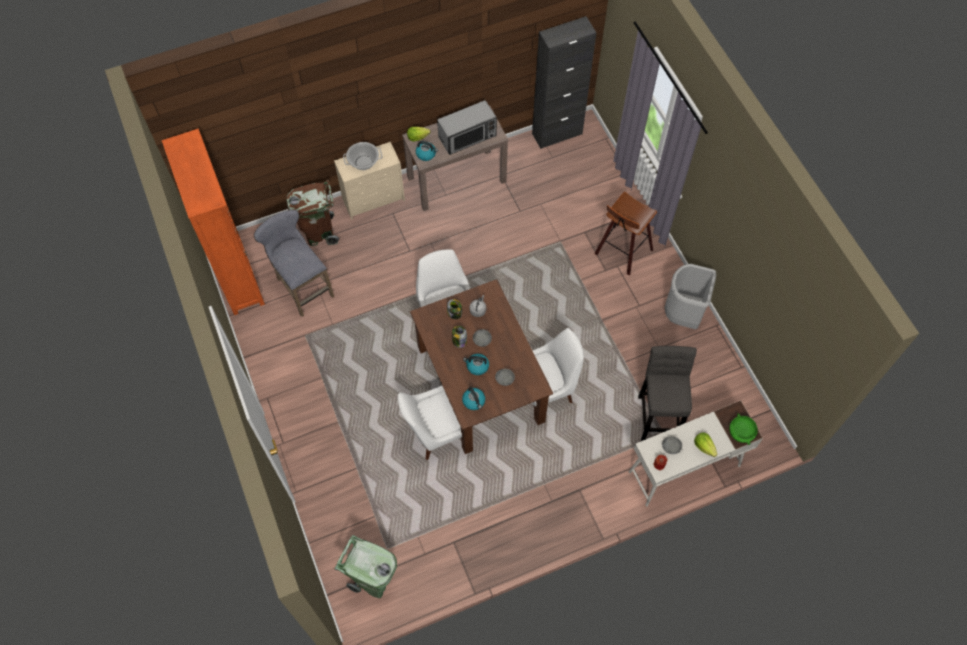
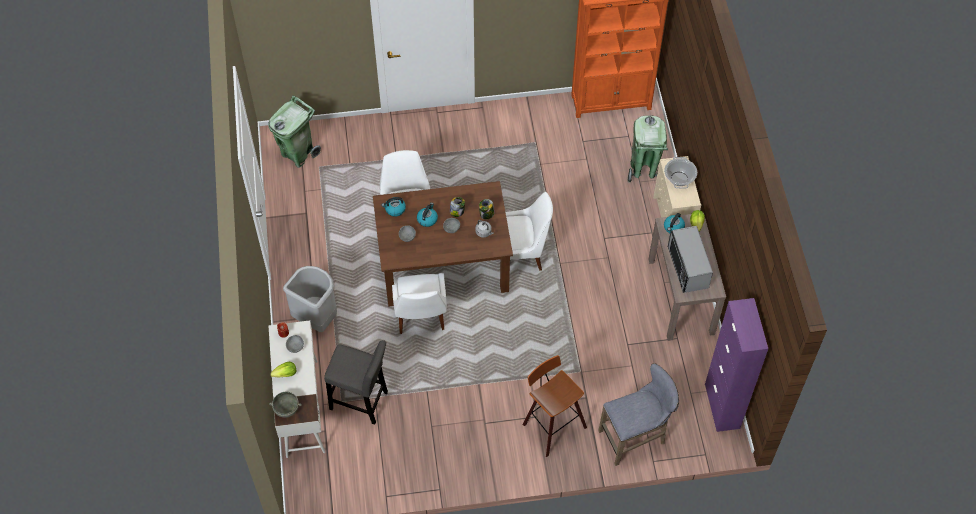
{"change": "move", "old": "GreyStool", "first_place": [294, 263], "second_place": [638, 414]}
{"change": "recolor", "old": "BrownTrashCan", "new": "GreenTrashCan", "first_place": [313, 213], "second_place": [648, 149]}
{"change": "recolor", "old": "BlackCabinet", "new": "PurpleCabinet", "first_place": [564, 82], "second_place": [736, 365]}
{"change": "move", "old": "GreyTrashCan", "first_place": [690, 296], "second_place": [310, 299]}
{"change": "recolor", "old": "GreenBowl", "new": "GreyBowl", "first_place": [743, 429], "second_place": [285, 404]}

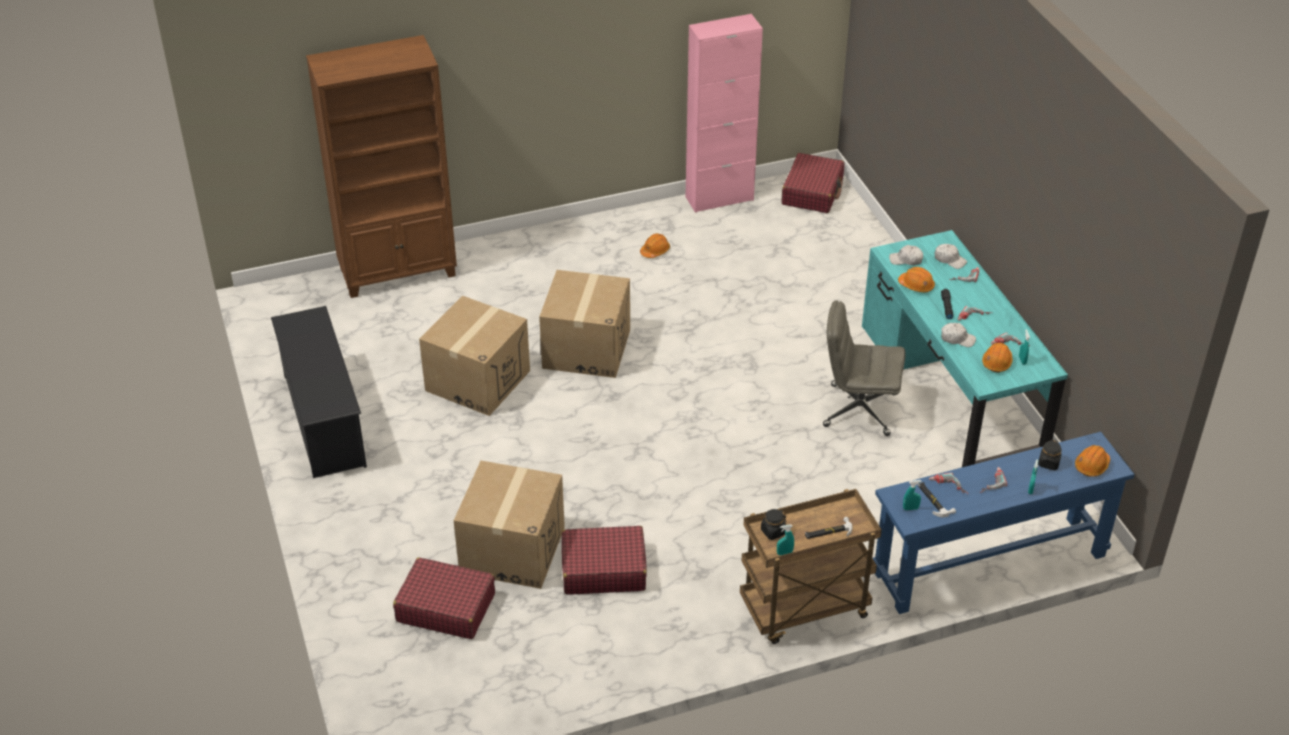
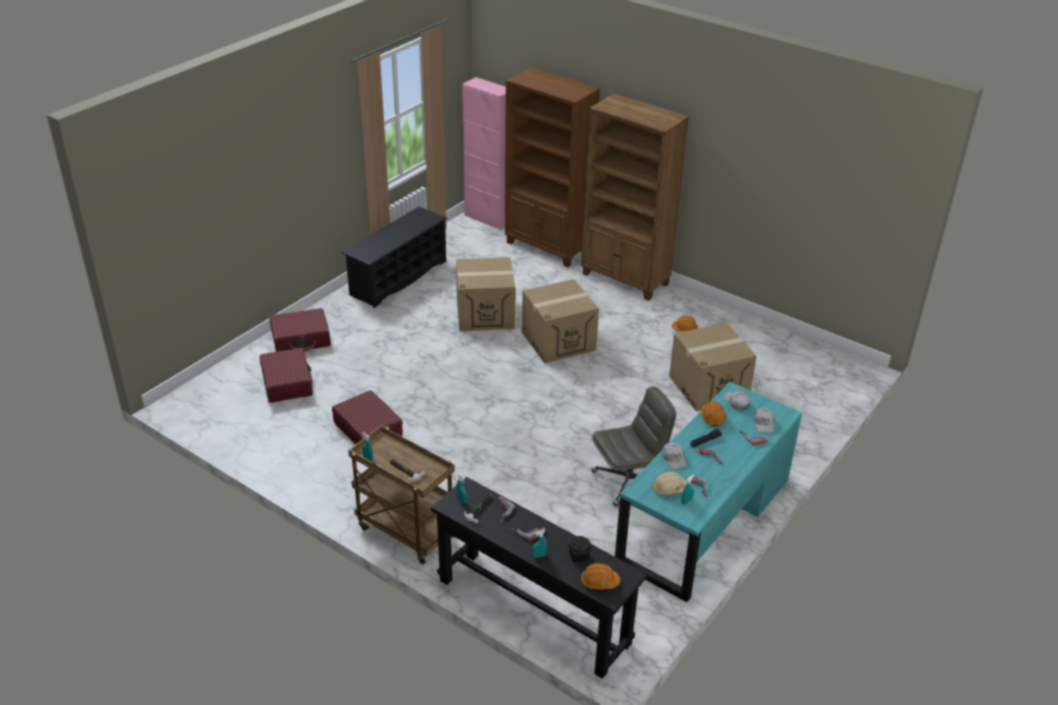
{"change": "move", "old": "CardboardBox", "first_place": [509, 525], "second_place": [713, 367]}
{"change": "move", "old": "PinkCabinet", "first_place": [724, 113], "second_place": [484, 153]}
{"change": "delete", "old": "BlackJar", "first_place": [773, 524]}
{"change": "move", "old": "RedSuitcase", "first_place": [813, 183], "second_place": [300, 330]}
{"change": "rotate", "old": "GreyOfficeChair", "first_place": [864, 368], "second_place": [633, 446], "degrees": 90}
{"change": "recolor", "old": "BlueConsoleTable", "new": "BlackConsoleTable", "first_place": [1004, 523], "second_place": [539, 578]}
{"change": "recolor", "old": "OrangeHardHat", "new": "BeigeHardHat", "first_place": [997, 357], "second_place": [670, 483]}
{"change": "insert", "new": "BrownBookcase", "second_place": [635, 197]}

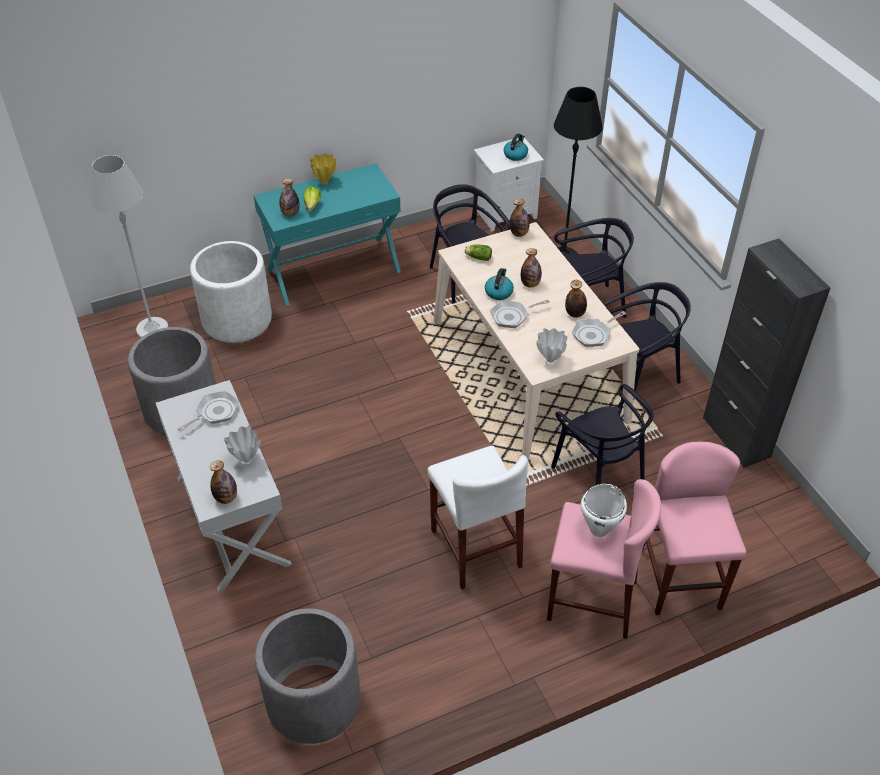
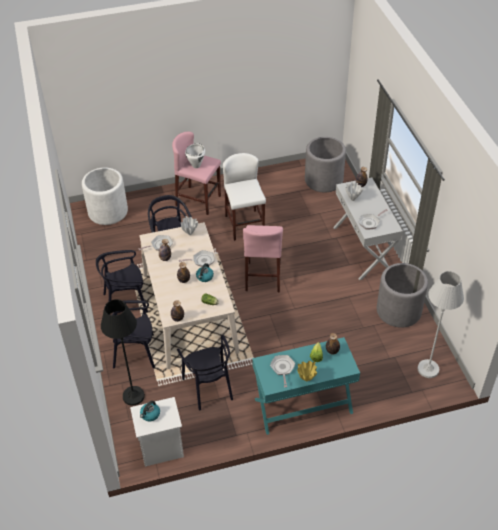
{"change": "move", "old": "WhitePlanter", "first_place": [231, 292], "second_place": [105, 196]}
{"change": "move", "old": "PinkStool", "first_place": [694, 528], "second_place": [263, 258]}
{"change": "delete", "old": "BlackCabinet", "first_place": [766, 353]}
{"change": "insert", "new": "FryingPan", "second_place": [282, 371]}

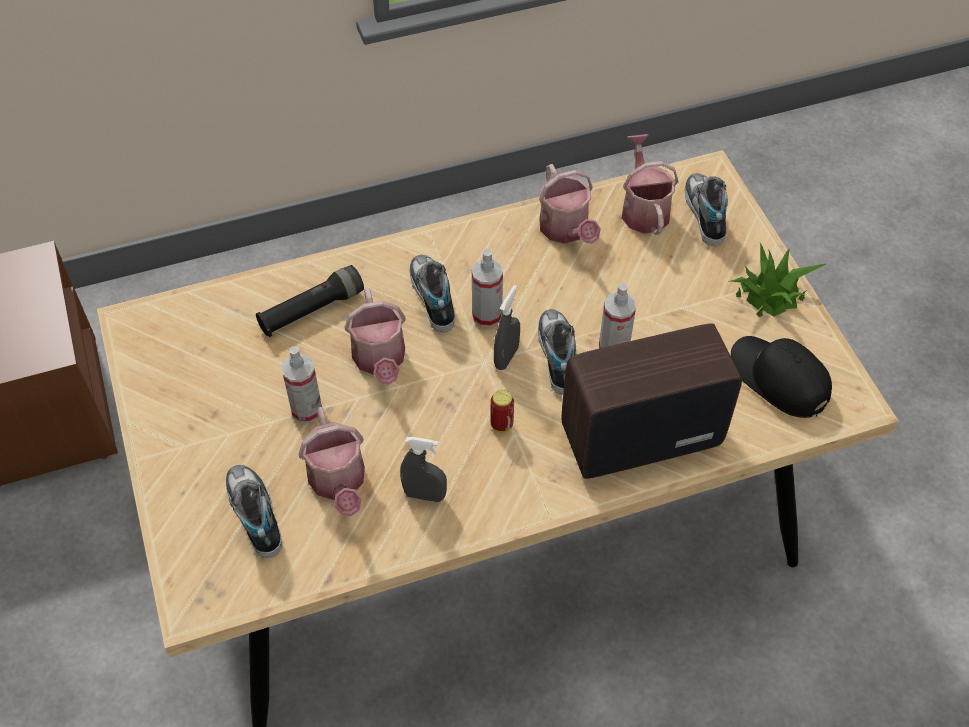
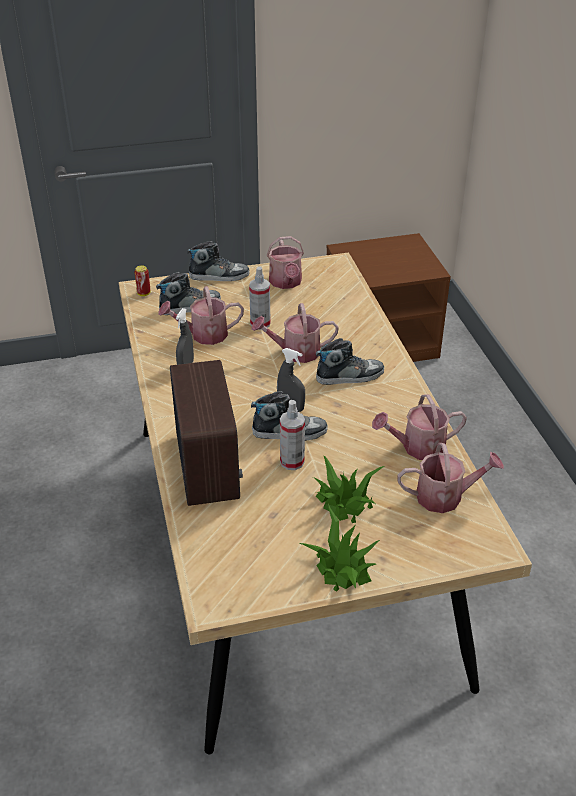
{"change": "delete", "old": "BlackFlashlight", "first_place": [310, 301]}
{"change": "delete", "old": "SprayBottle", "first_place": [487, 288]}
{"change": "move", "old": "Can", "first_place": [502, 411], "second_place": [142, 280]}
{"change": "move", "old": "Shoe", "first_place": [706, 210], "second_place": [218, 261]}
{"change": "delete", "old": "BlackCap", "first_place": [781, 377]}
{"change": "insert", "new": "WateringCan", "second_place": [285, 262]}
{"change": "insert", "new": "PottedPlant", "second_place": [348, 489]}

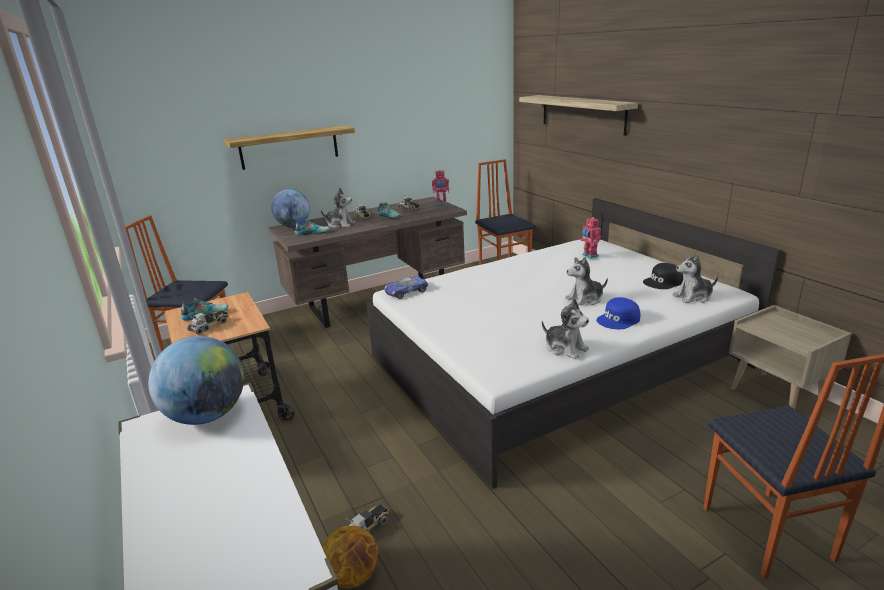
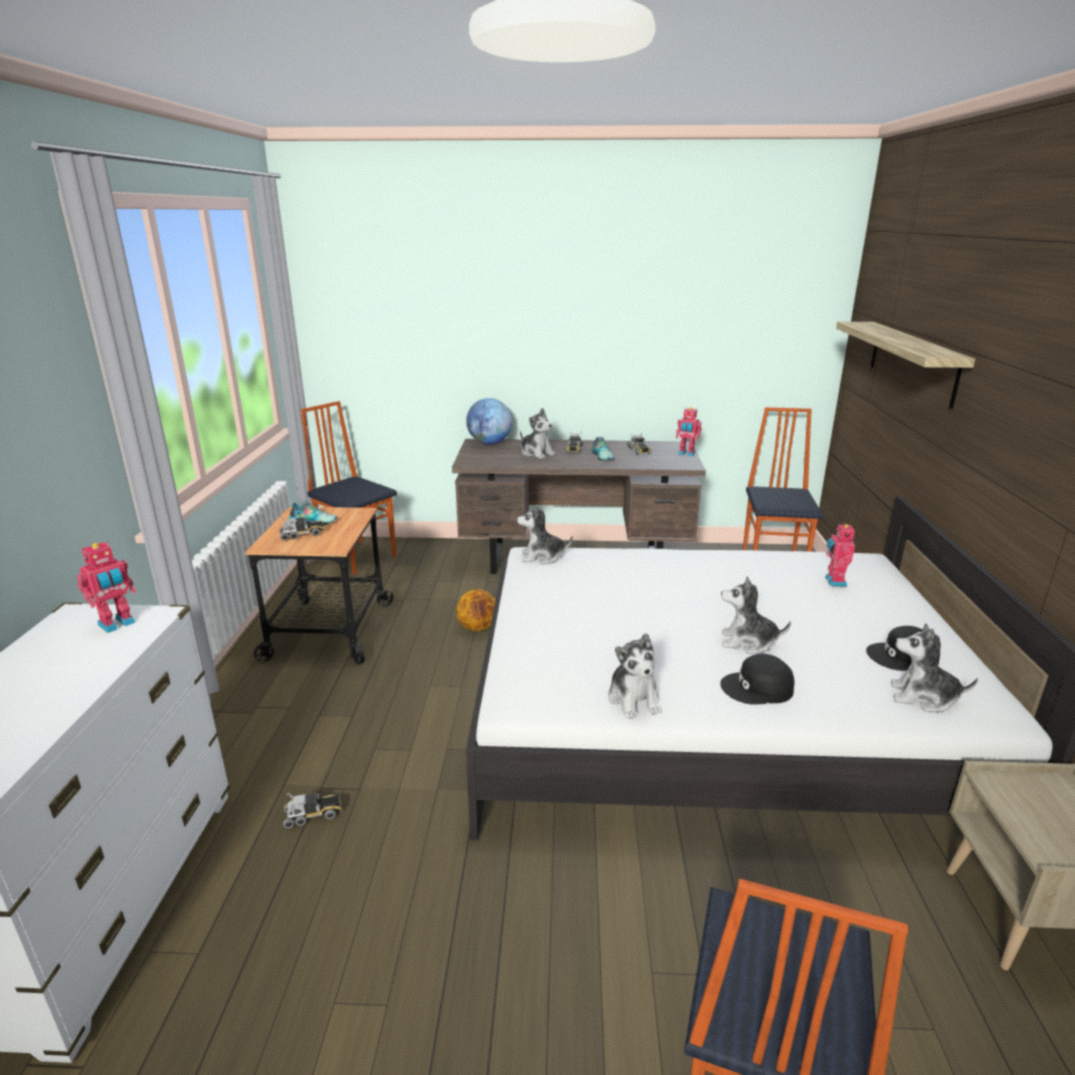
{"change": "replace", "old": "Globe", "new": "ToyRobot", "first_place": [196, 380], "second_place": [106, 587]}
{"change": "delete", "old": "Shelf", "first_place": [289, 147]}
{"change": "delete", "old": "Shoe", "first_place": [312, 227]}
{"change": "move", "old": "Basketball", "first_place": [350, 557], "second_place": [476, 610]}
{"change": "replace", "old": "ToyCar", "new": "PlushToy", "first_place": [406, 287], "second_place": [545, 534]}
{"change": "recolor", "old": "BlueCap", "new": "BlackCap", "first_place": [618, 313], "second_place": [757, 679]}

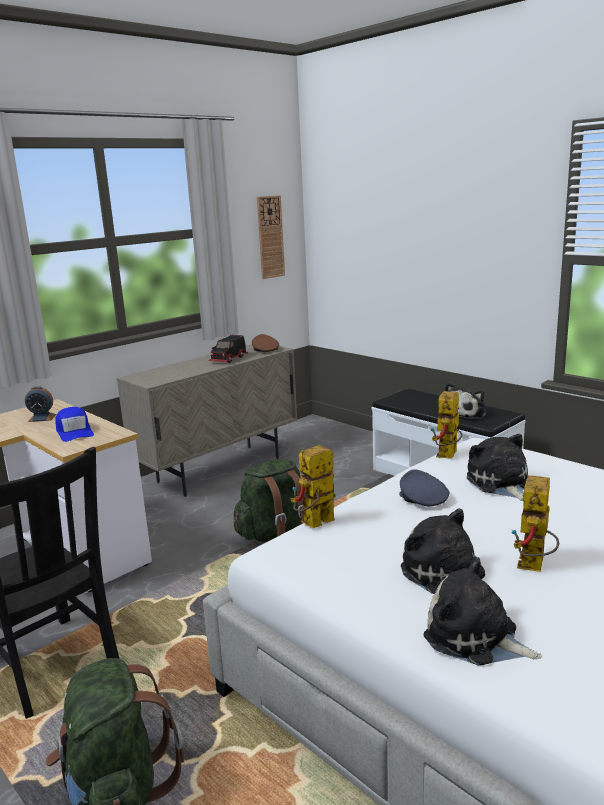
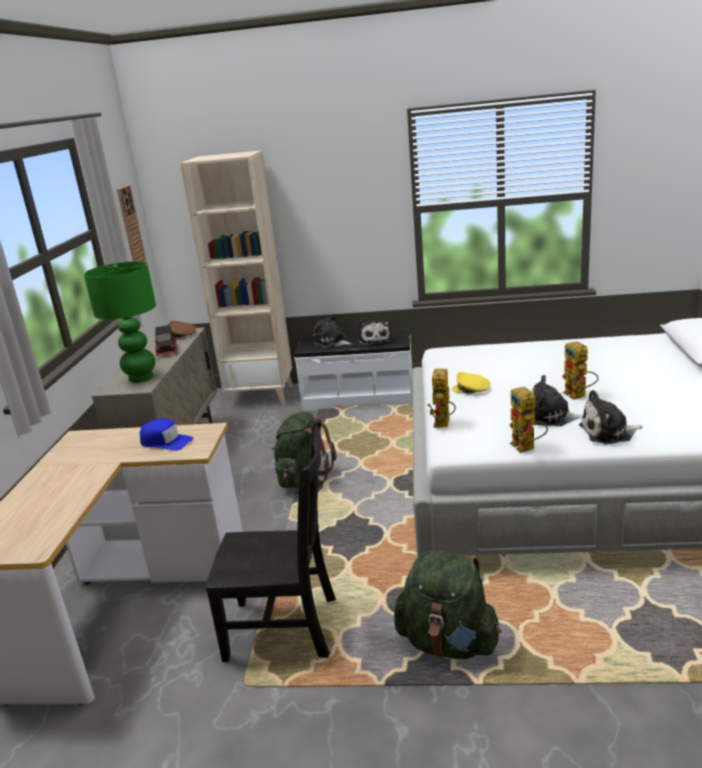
{"change": "delete", "old": "AlarmClock", "first_place": [40, 404]}
{"change": "recolor", "old": "GreyCap", "new": "YellowCap", "first_place": [424, 487], "second_place": [471, 383]}
{"change": "move", "old": "ToyRobot", "first_place": [446, 425], "second_place": [528, 420]}
{"change": "move", "old": "PlushToy", "first_place": [497, 467], "second_place": [332, 330]}
{"change": "insert", "new": "GreenTableLamp", "second_place": [120, 322]}
{"change": "insert", "new": "BeigeBookcase", "second_place": [236, 279]}

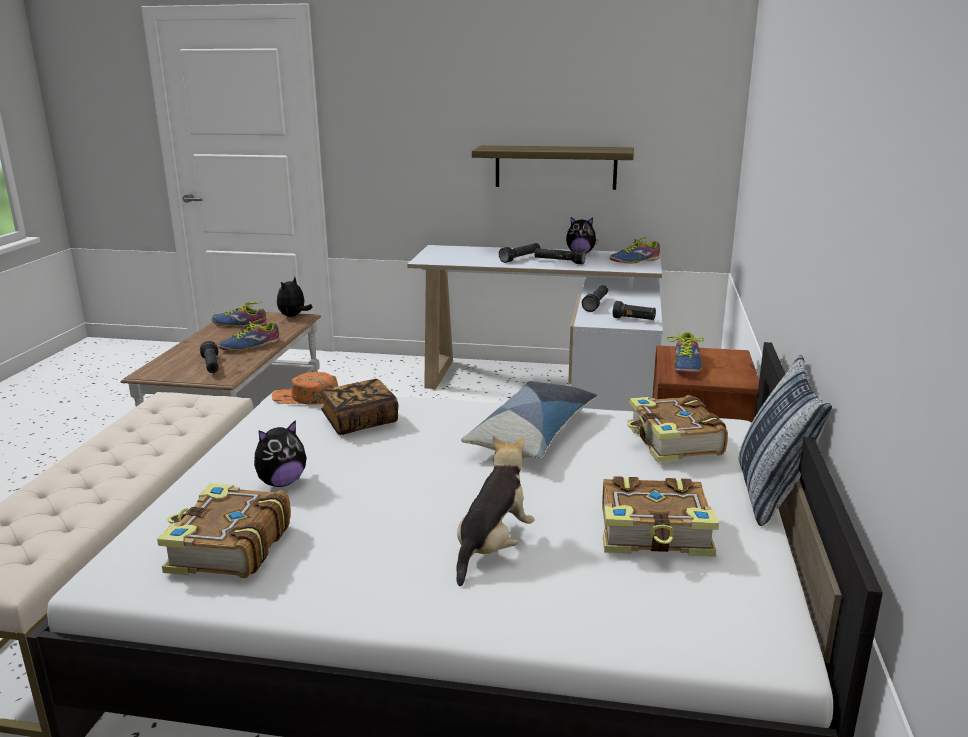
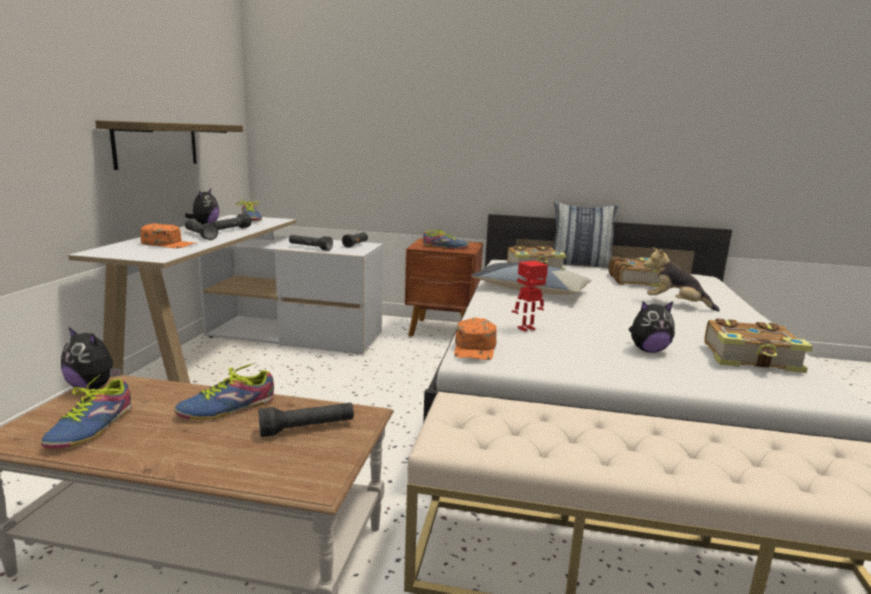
{"change": "rotate", "old": "Shoe", "first_place": [248, 334], "second_place": [224, 391], "degrees": 90}
{"change": "rotate", "old": "PlushToy", "first_place": [280, 453], "second_place": [652, 327], "degrees": 120}
{"change": "replace", "old": "Book", "new": "ToyRobot", "first_place": [359, 407], "second_place": [530, 296]}
{"change": "insert", "new": "OrangeCap", "second_place": [168, 235]}

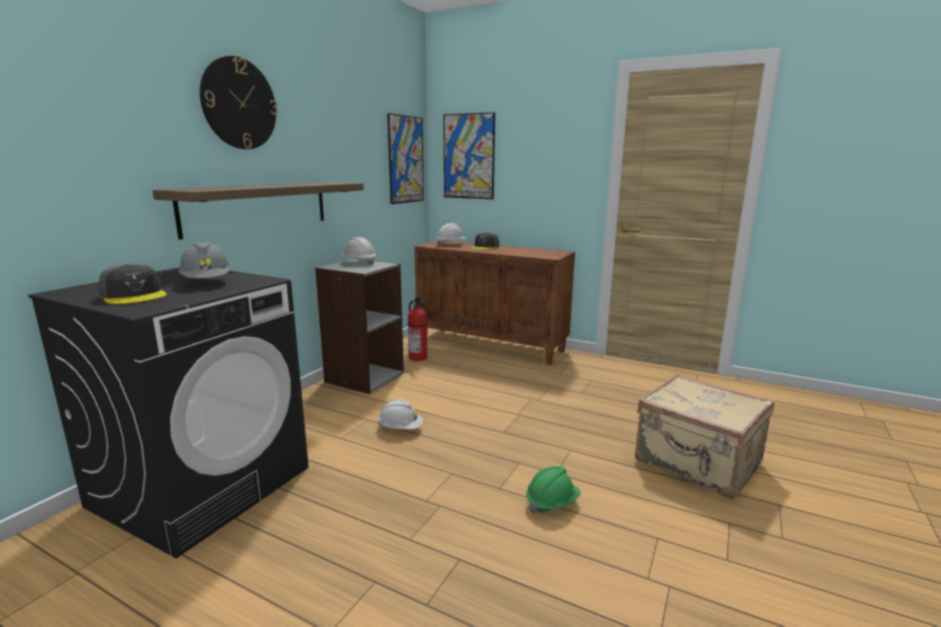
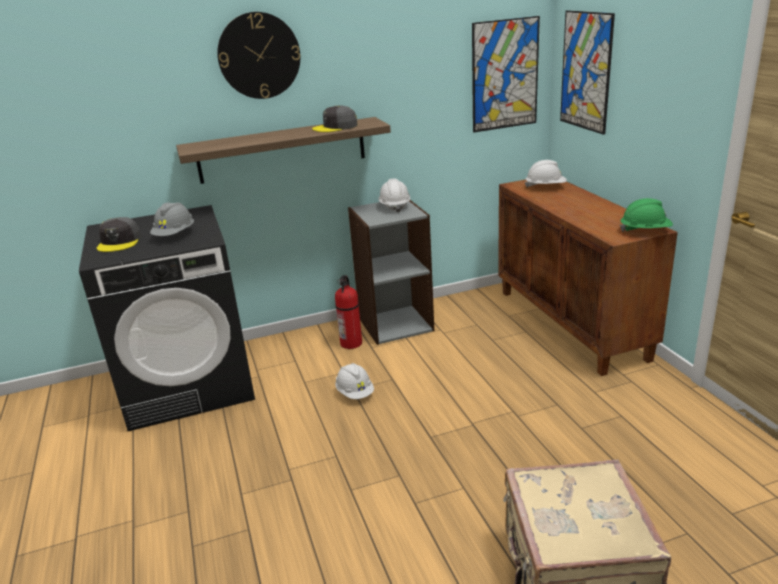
{"change": "move", "old": "FireExtinguisher", "first_place": [417, 329], "second_place": [348, 312]}
{"change": "move", "old": "GreyCap", "first_place": [485, 241], "second_place": [335, 119]}
{"change": "move", "old": "GreenHardHat", "first_place": [553, 490], "second_place": [646, 215]}

